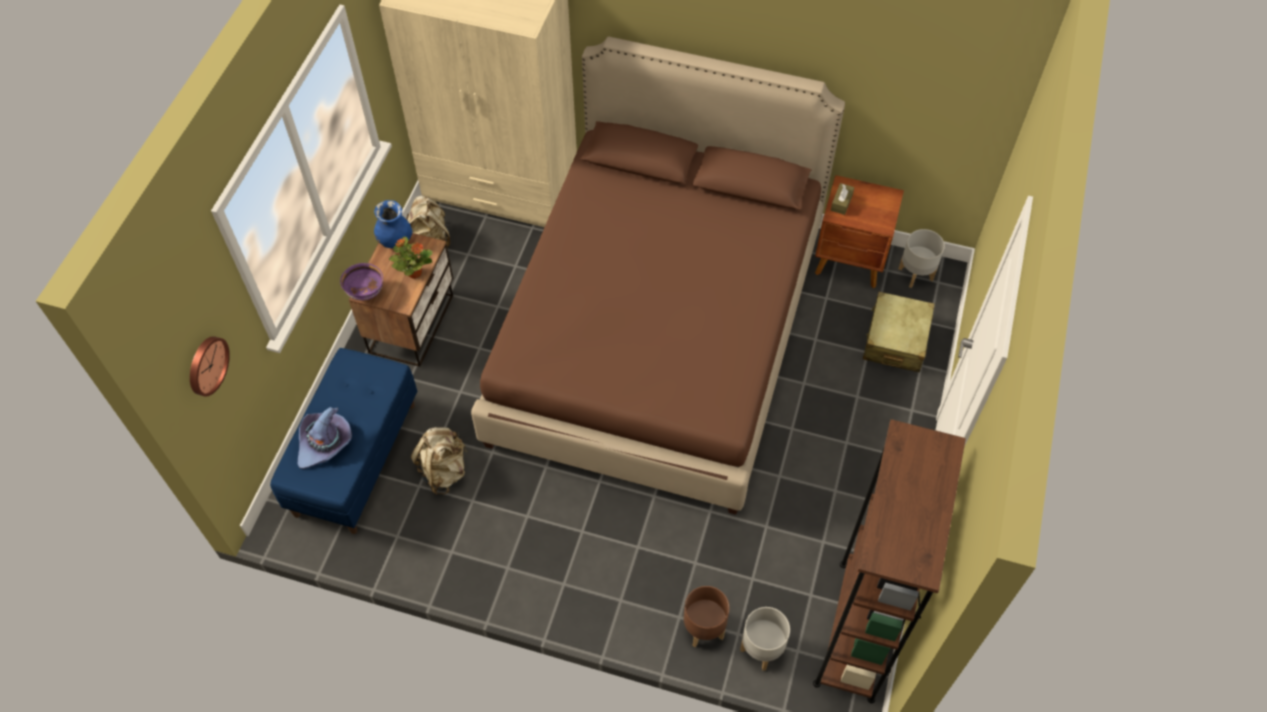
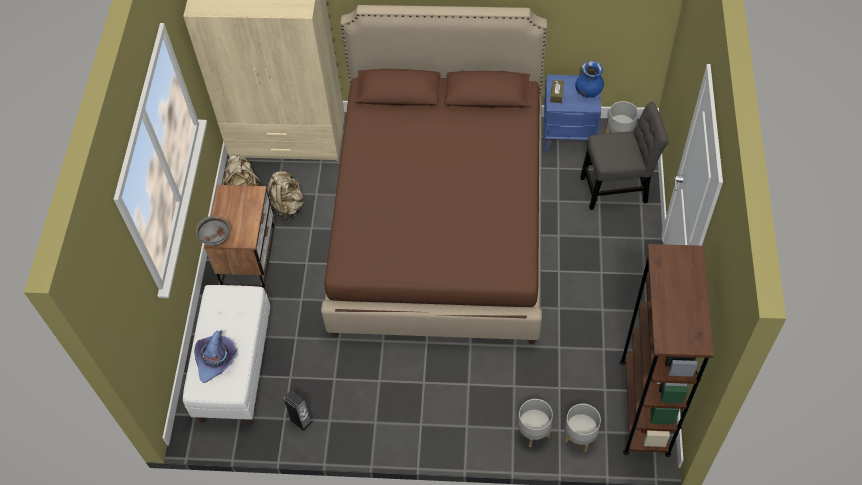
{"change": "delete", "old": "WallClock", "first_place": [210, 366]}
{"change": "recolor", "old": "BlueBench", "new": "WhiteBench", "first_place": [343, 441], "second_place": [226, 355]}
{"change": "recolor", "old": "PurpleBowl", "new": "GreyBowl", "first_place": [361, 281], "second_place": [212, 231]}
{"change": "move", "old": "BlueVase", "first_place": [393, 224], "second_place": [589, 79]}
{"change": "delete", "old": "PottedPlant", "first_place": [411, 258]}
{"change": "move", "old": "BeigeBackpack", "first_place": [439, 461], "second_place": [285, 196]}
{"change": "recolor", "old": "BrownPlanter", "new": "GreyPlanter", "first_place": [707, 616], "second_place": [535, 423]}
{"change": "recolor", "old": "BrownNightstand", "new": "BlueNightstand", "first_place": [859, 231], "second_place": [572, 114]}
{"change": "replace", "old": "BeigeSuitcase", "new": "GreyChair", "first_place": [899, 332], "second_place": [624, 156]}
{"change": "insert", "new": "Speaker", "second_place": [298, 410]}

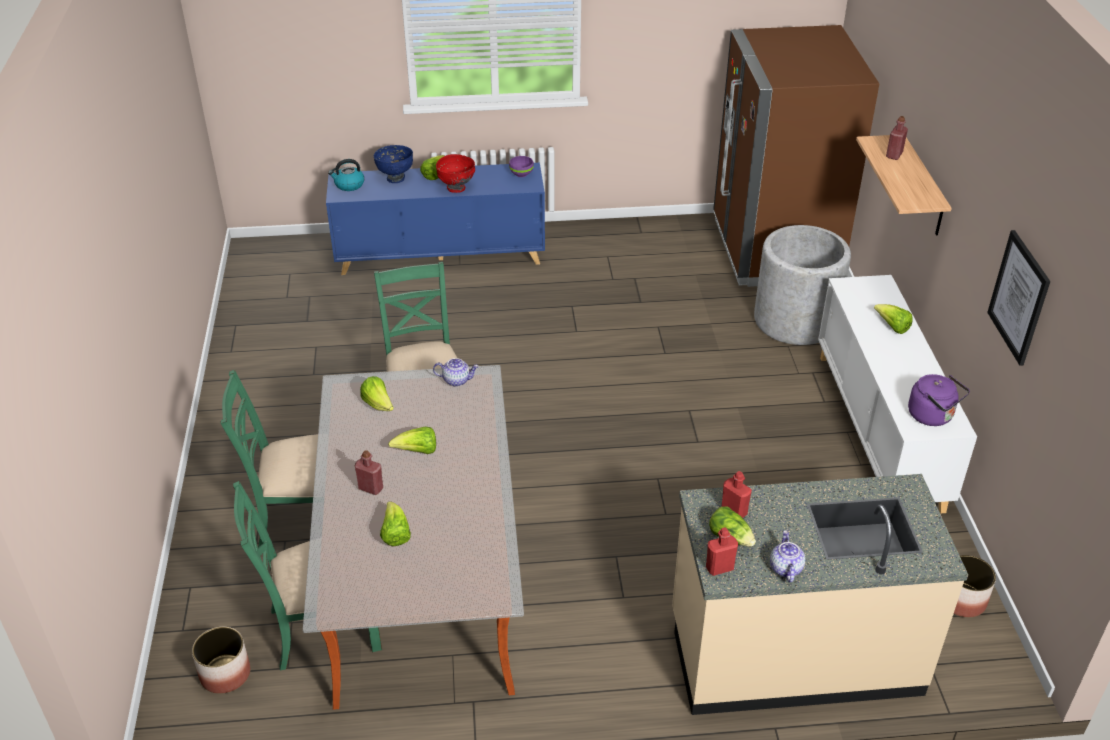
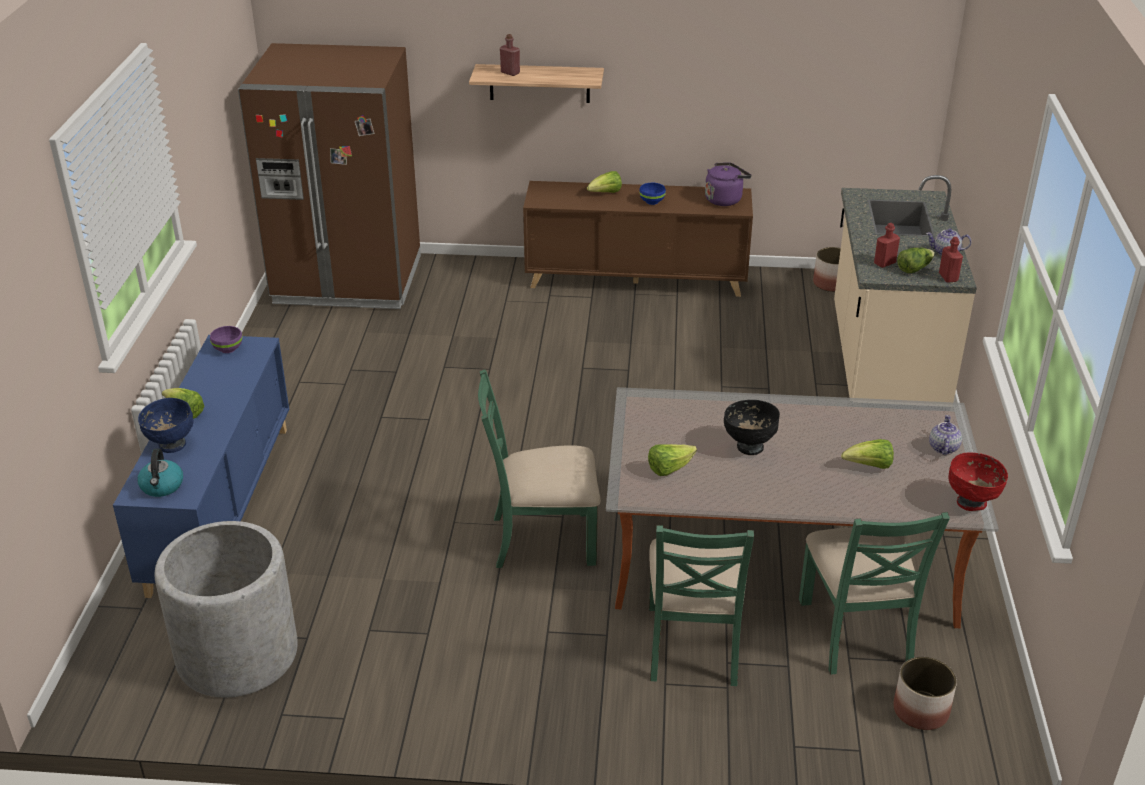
{"change": "delete", "old": "RedBottle", "first_place": [369, 472]}
{"change": "replace", "old": "Lettuce", "new": "BlackBowl", "first_place": [412, 440], "second_place": [752, 427]}
{"change": "move", "old": "Teapot", "first_place": [456, 372], "second_place": [945, 435]}
{"change": "move", "old": "RedBowl", "first_place": [455, 173], "second_place": [978, 482]}
{"change": "move", "old": "GreyPlanter", "first_place": [802, 285], "second_place": [226, 609]}
{"change": "recolor", "old": "WhiteCabinet", "new": "BrownCabinet", "first_place": [897, 394], "second_place": [638, 239]}
{"change": "delete", "old": "Picture", "first_place": [1018, 298]}
{"change": "insert", "new": "BlueBowl", "second_place": [652, 194]}

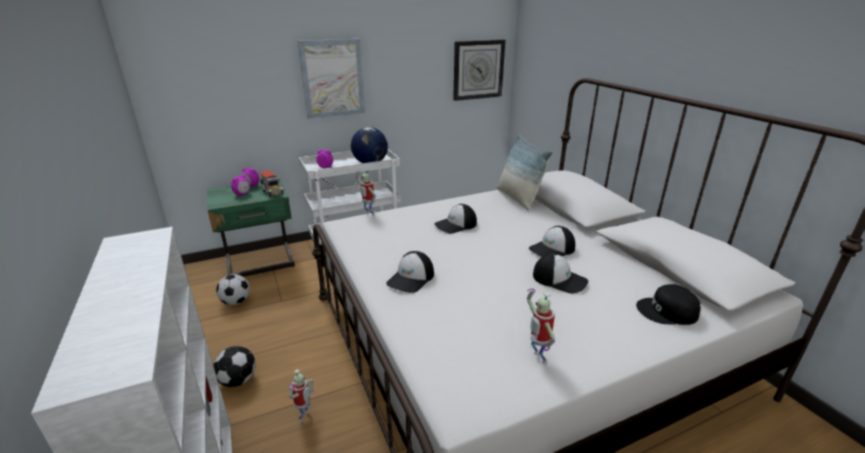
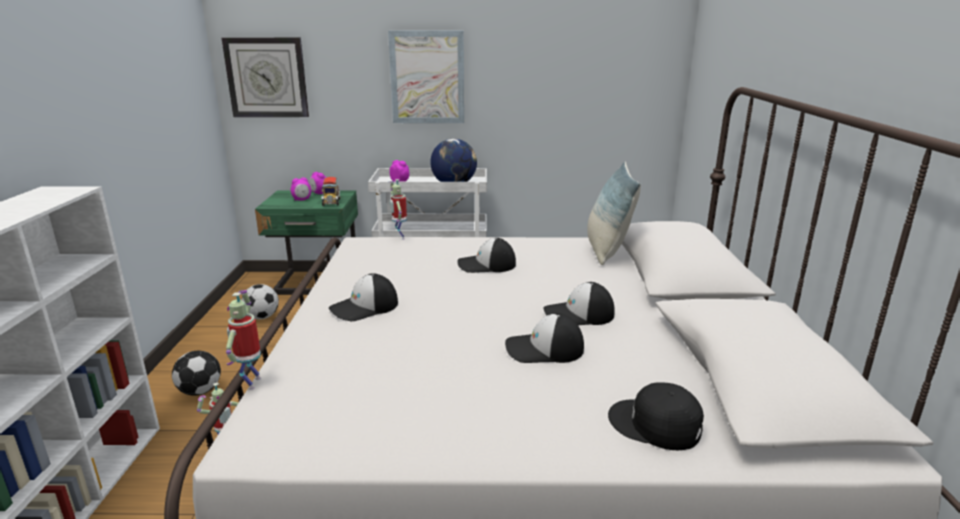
{"change": "move", "old": "WallClock", "first_place": [479, 70], "second_place": [265, 77]}
{"change": "move", "old": "ToyRobot", "first_place": [541, 326], "second_place": [243, 340]}
{"change": "rotate", "old": "Cap", "first_place": [560, 273], "second_place": [544, 338], "degrees": 120}

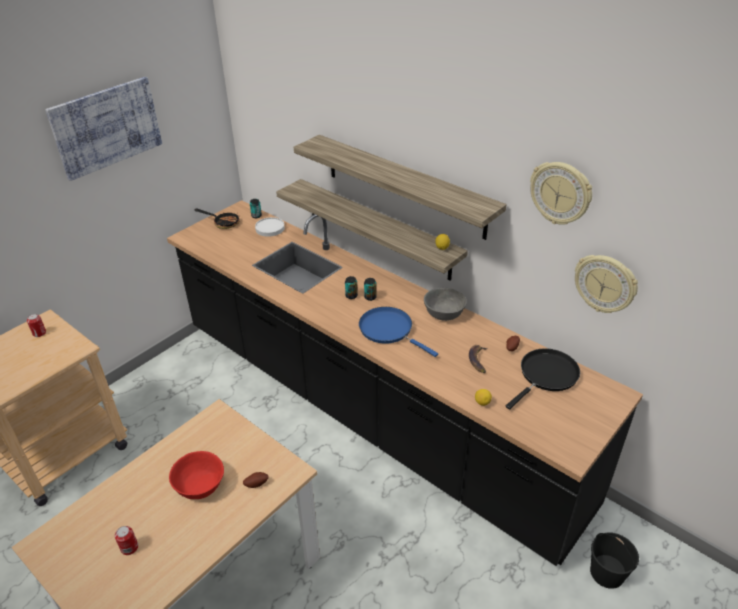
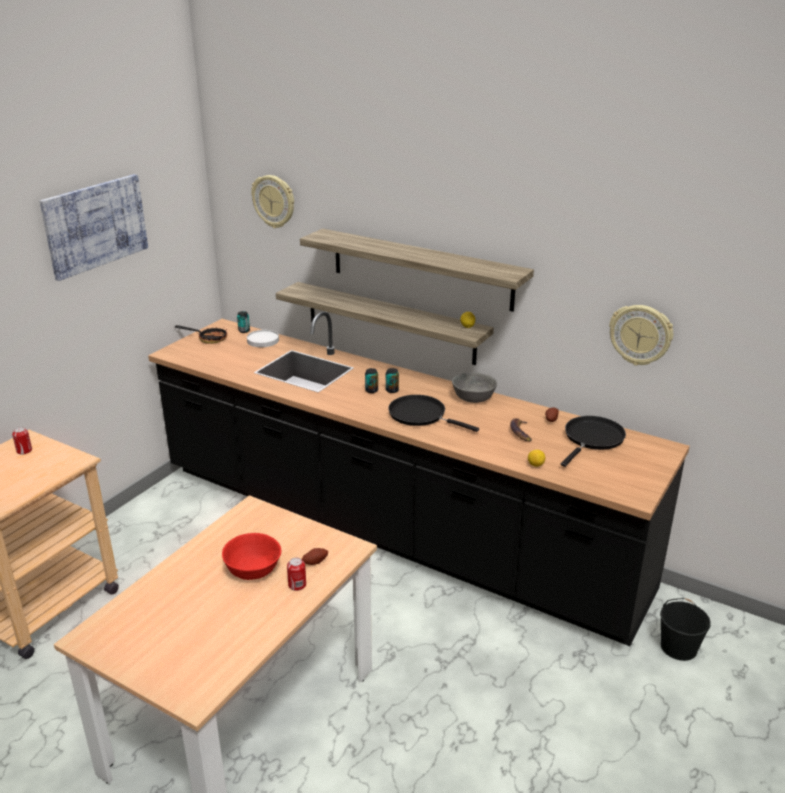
{"change": "move", "old": "Can", "first_place": [126, 540], "second_place": [296, 574]}
{"change": "recolor", "old": "BlueFryingPan", "new": "BlackFryingPan", "first_place": [398, 332], "second_place": [433, 413]}
{"change": "move", "old": "WallClock", "first_place": [561, 193], "second_place": [272, 201]}

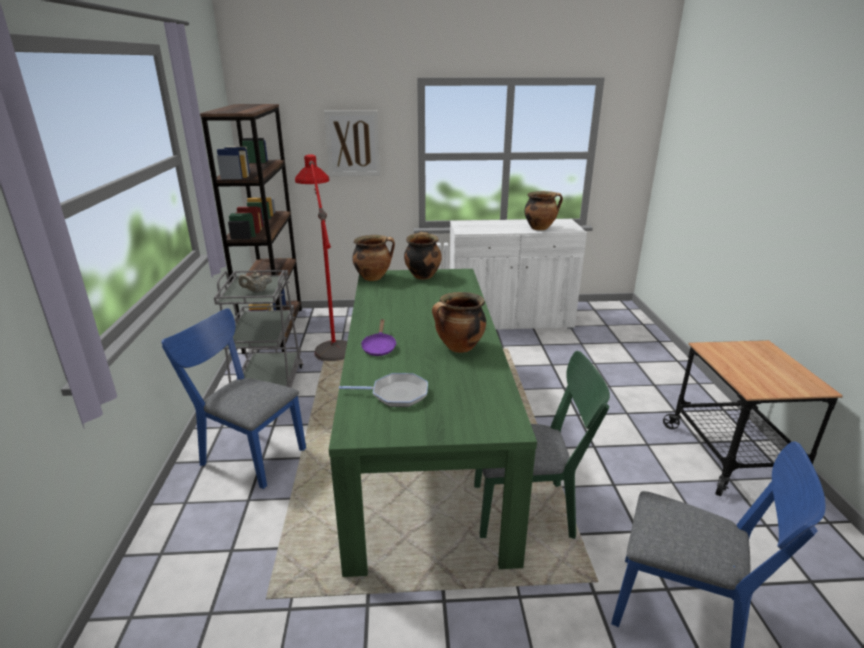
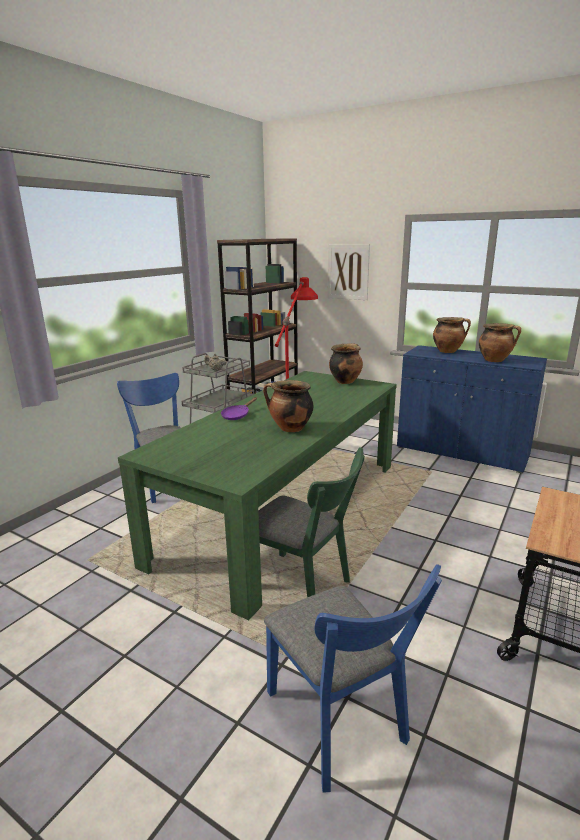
{"change": "delete", "old": "FryingPan", "first_place": [383, 390]}
{"change": "move", "old": "CookingPot", "first_place": [373, 258], "second_place": [452, 335]}
{"change": "recolor", "old": "WhiteCabinet", "new": "BlueCabinet", "first_place": [518, 274], "second_place": [472, 409]}

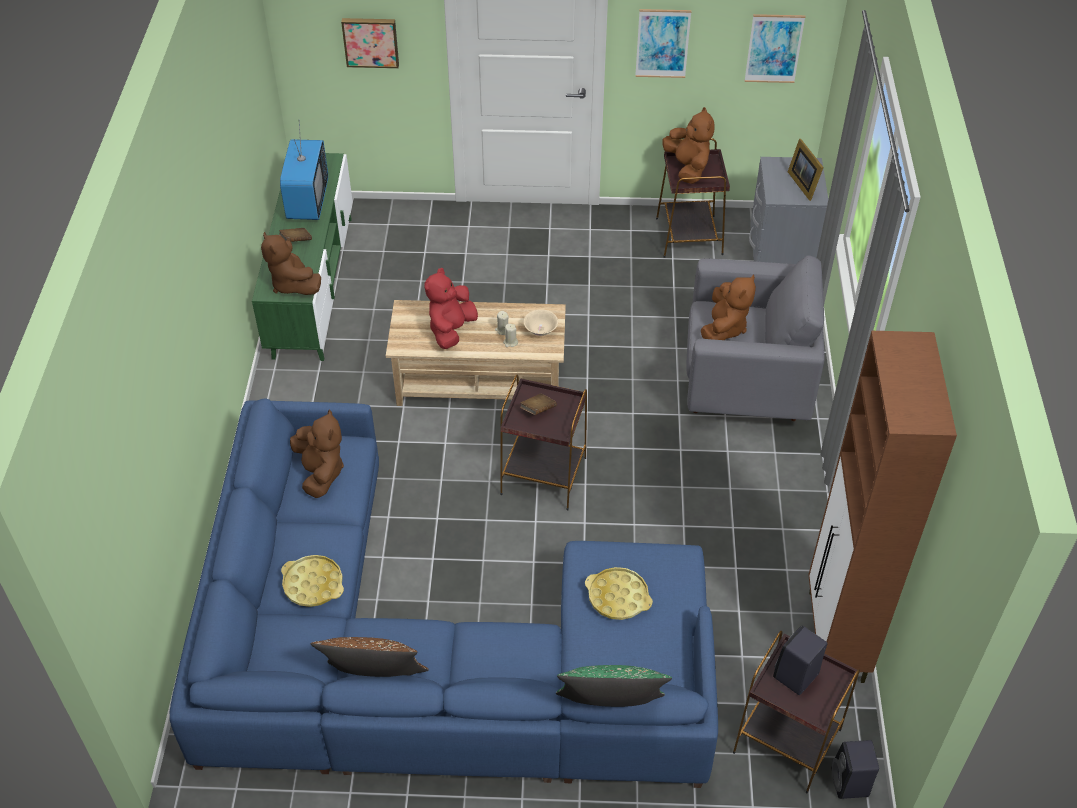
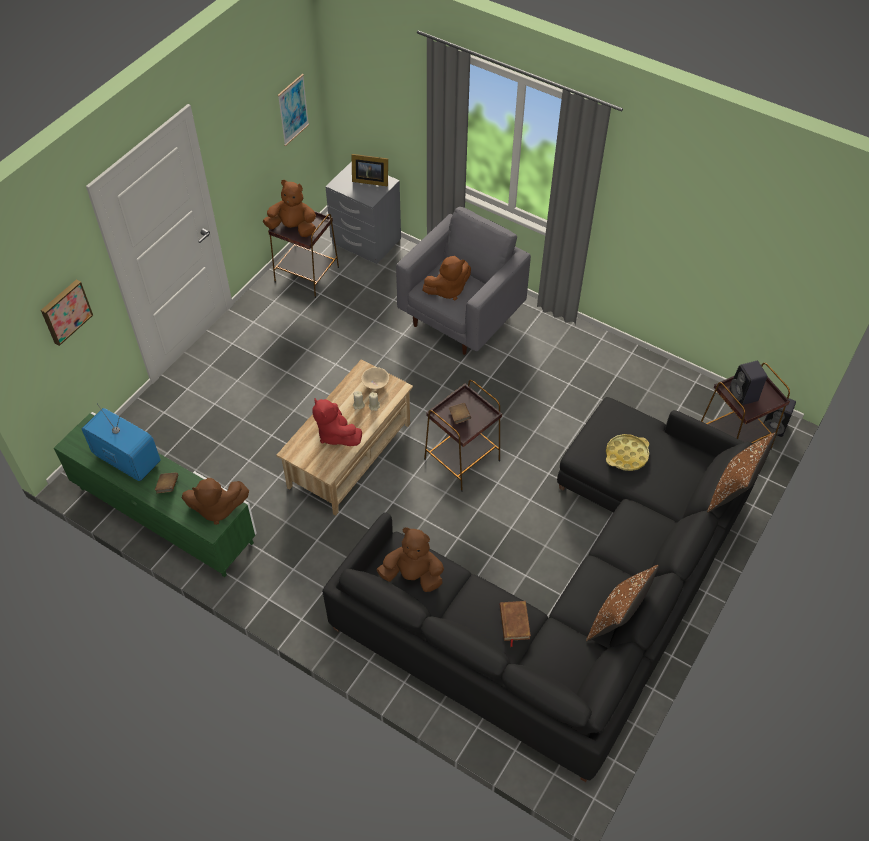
{"change": "recolor", "old": "BlueSofa", "new": "BlackSofa", "first_place": [444, 593], "second_place": [539, 589]}
{"change": "replace", "old": "YellowTray", "new": "BrownBook", "first_place": [312, 581], "second_place": [515, 624]}
{"change": "recolor", "old": "GreenPillow", "new": "BrownPillow", "first_place": [614, 686], "second_place": [741, 473]}
{"change": "delete", "old": "Picture", "first_place": [663, 43]}
{"change": "rotate", "old": "BrownPlushToy", "first_place": [728, 307], "second_place": [446, 278], "degrees": 105}
{"change": "delete", "old": "BrownCabinet", "first_place": [882, 507]}

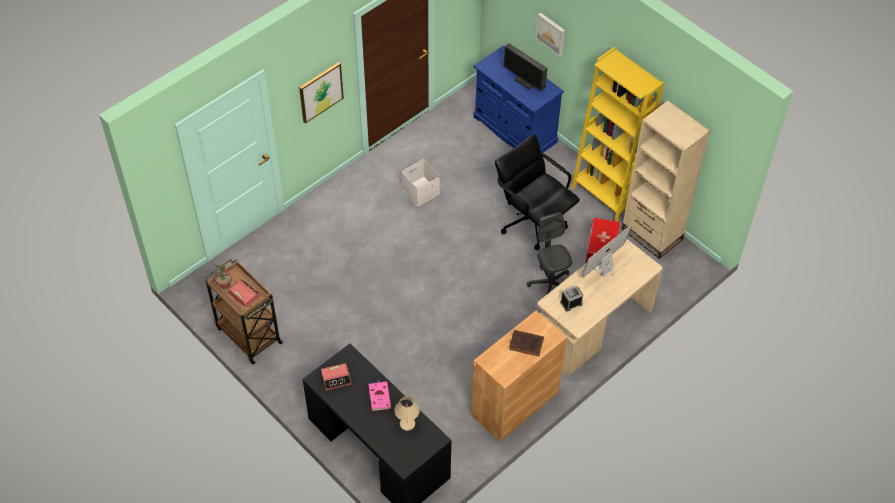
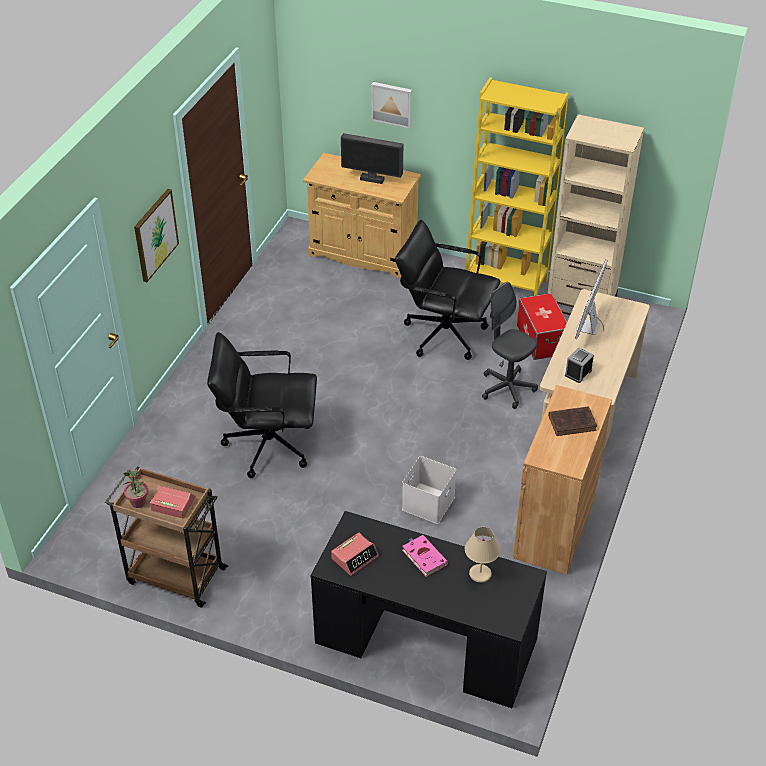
{"change": "move", "old": "WhiteStorageBox", "first_place": [421, 182], "second_place": [429, 490]}
{"change": "recolor", "old": "BlueCabinet", "new": "BeigeCabinet", "first_place": [518, 99], "second_place": [362, 215]}
{"change": "insert", "new": "BlackOfficeChair", "second_place": [262, 405]}

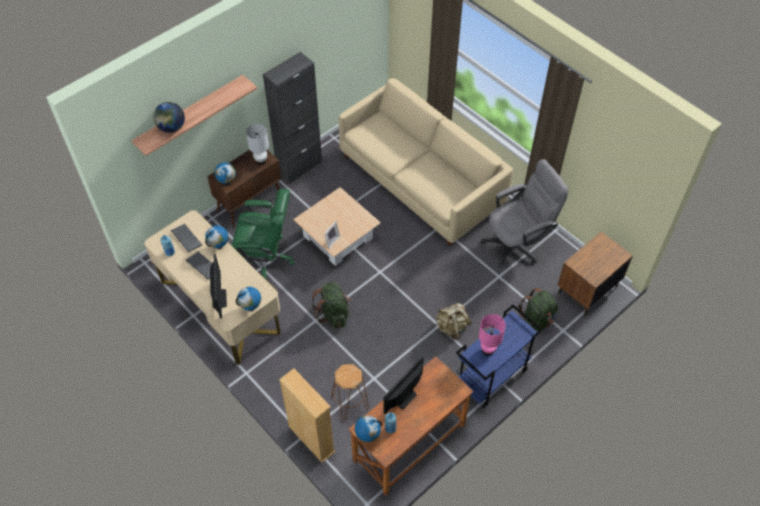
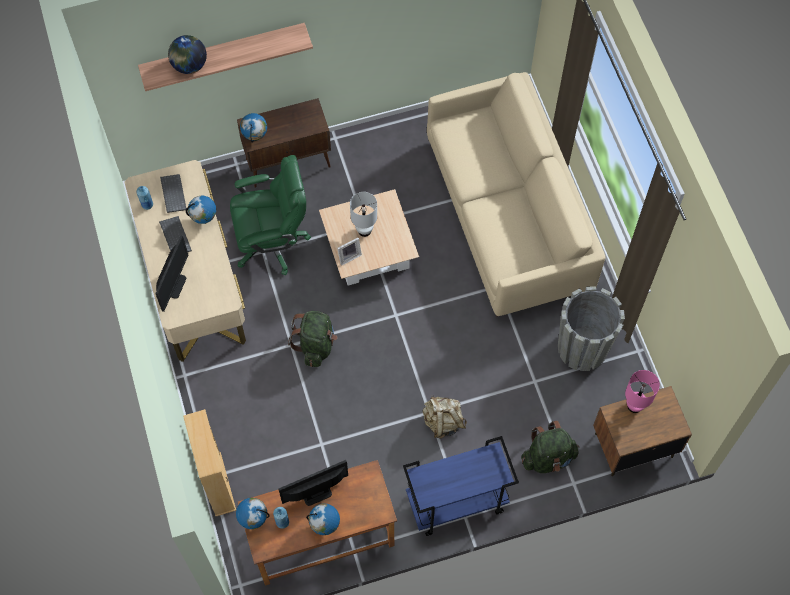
{"change": "rotate", "old": "GreenOfficeChair", "first_place": [263, 234], "second_place": [270, 215], "degrees": -45}
{"change": "move", "old": "Globe", "first_place": [248, 299], "second_place": [323, 519]}
{"change": "move", "old": "WhiteTableLamp", "first_place": [257, 144], "second_place": [363, 214]}
{"change": "delete", "old": "BlackCabinet", "first_place": [292, 118]}
{"change": "delete", "old": "BrownStool", "first_place": [350, 392]}
{"change": "move", "old": "PinkTableLamp", "first_place": [492, 335], "second_place": [642, 391]}
{"change": "replace", "old": "GreyOfficeChair", "new": "GreyPlanter", "first_place": [525, 213], "second_place": [591, 328]}

